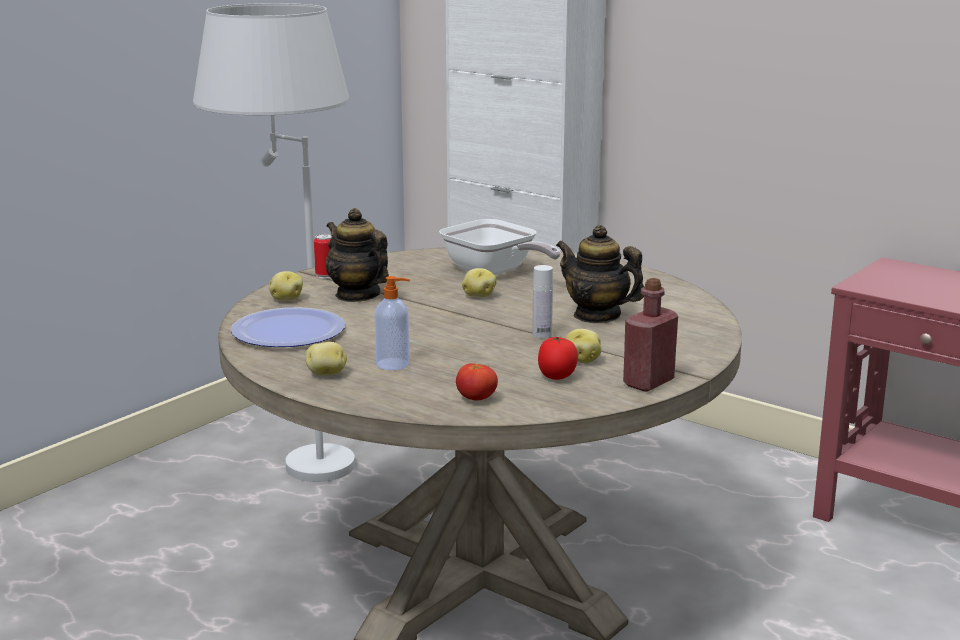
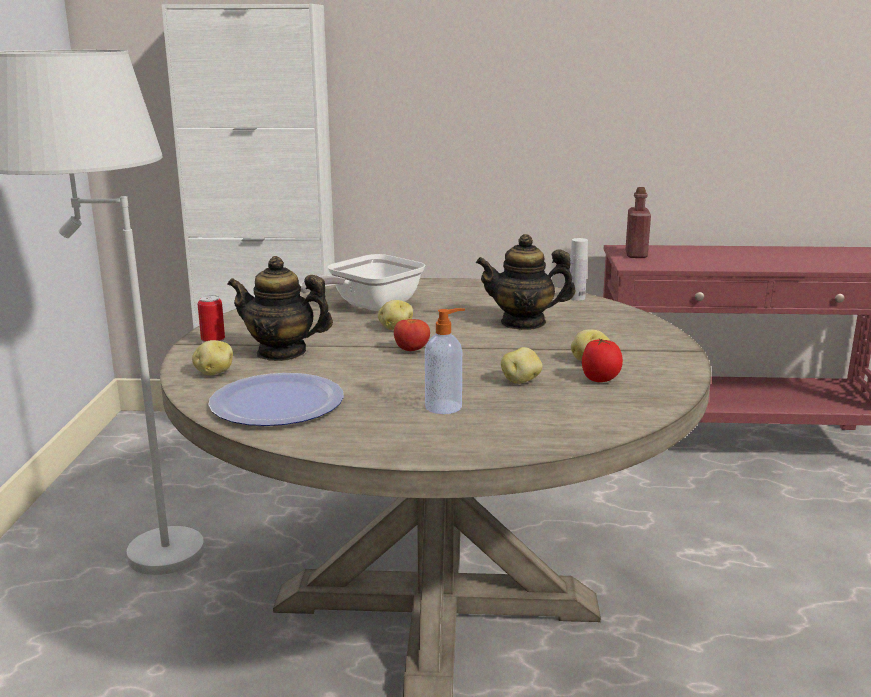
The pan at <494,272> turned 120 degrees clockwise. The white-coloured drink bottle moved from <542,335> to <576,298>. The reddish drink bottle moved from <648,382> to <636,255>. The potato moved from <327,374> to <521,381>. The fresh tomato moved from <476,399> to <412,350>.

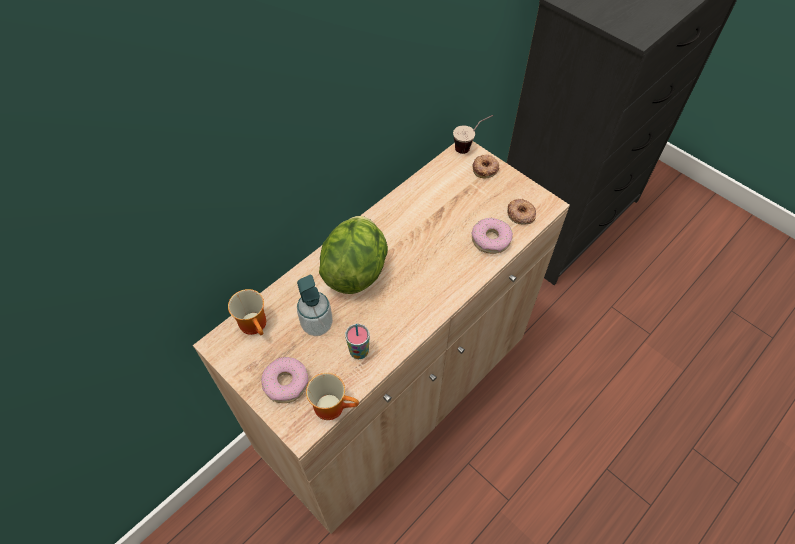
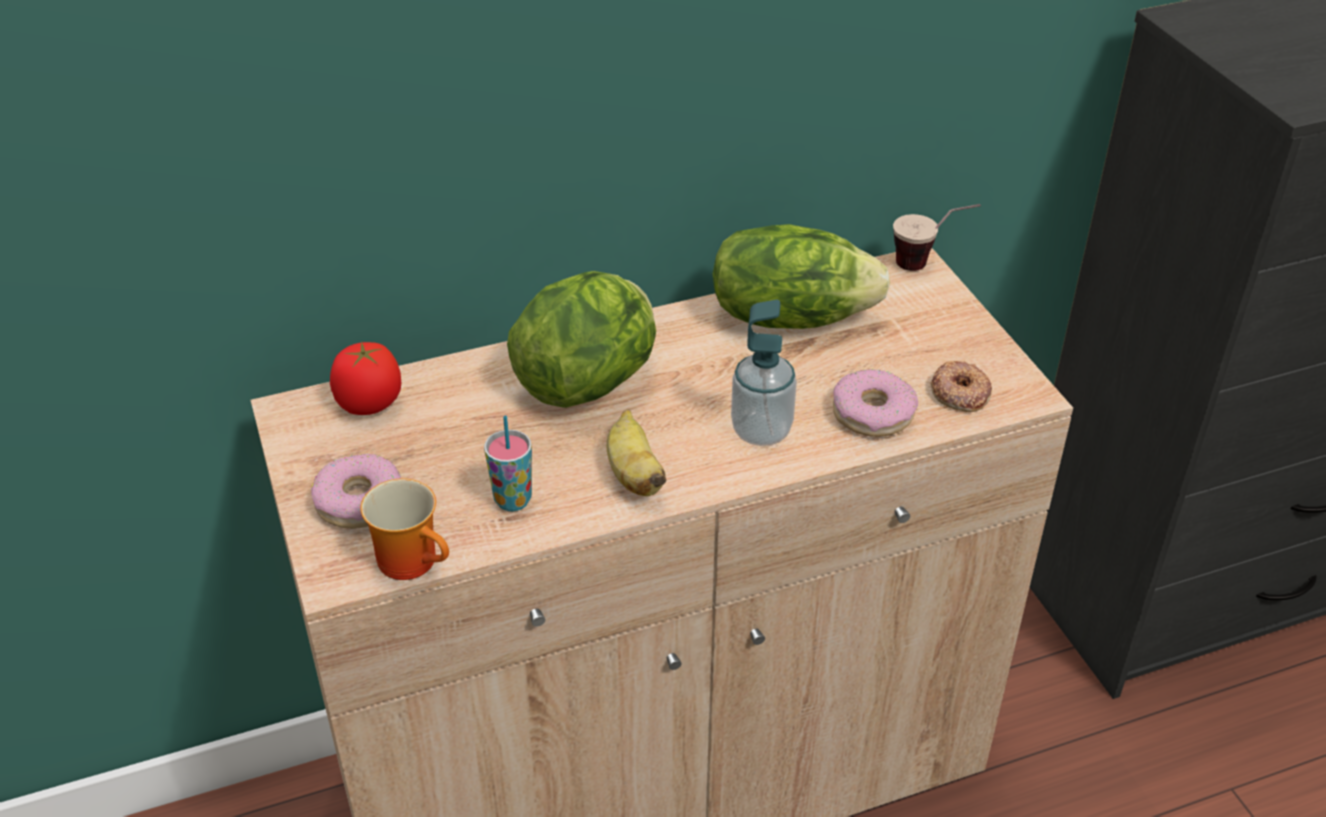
The doughnut at <485,168> disappeared. The liquid soap bottle moved from <317,325> to <761,431>. The mug at <256,324> was replaced by the fresh tomato at <369,404>. The lettuce head at <790,316> appeared. The banana at <634,474> appeared.

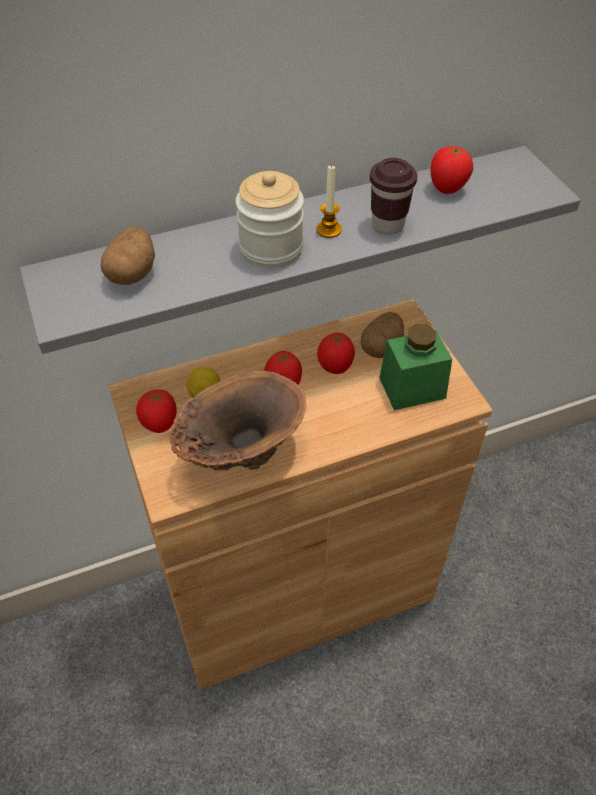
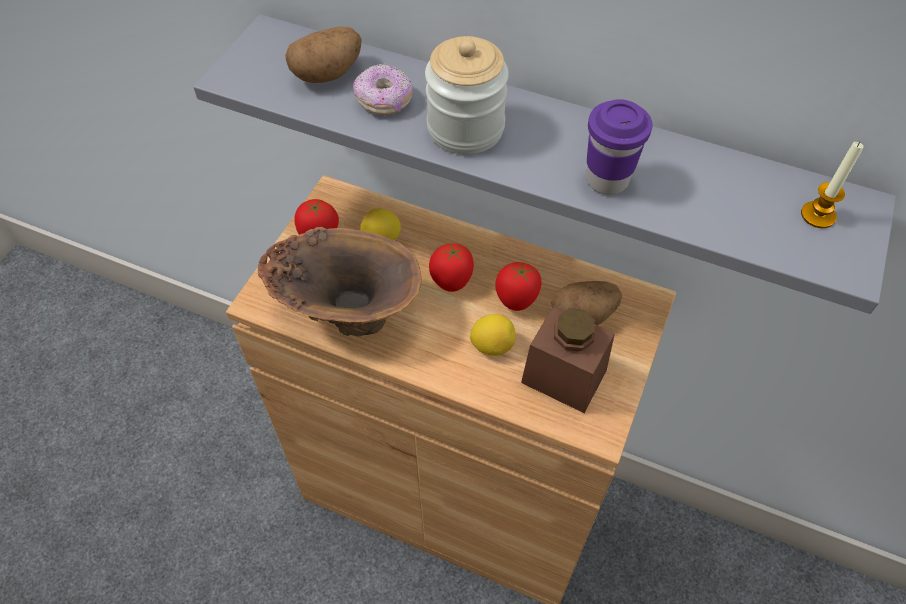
The fresh tomato at <447,189> disappeared. The brownish drinking cup at <388,225> became the purplish drinking cup at <607,180>. The candle moved from <329,230> to <818,215>. The greenish jar at <412,388> became the brownish jar at <564,376>. The doughnut at <384,100> appeared. The citrus fruit at <492,345> appeared.

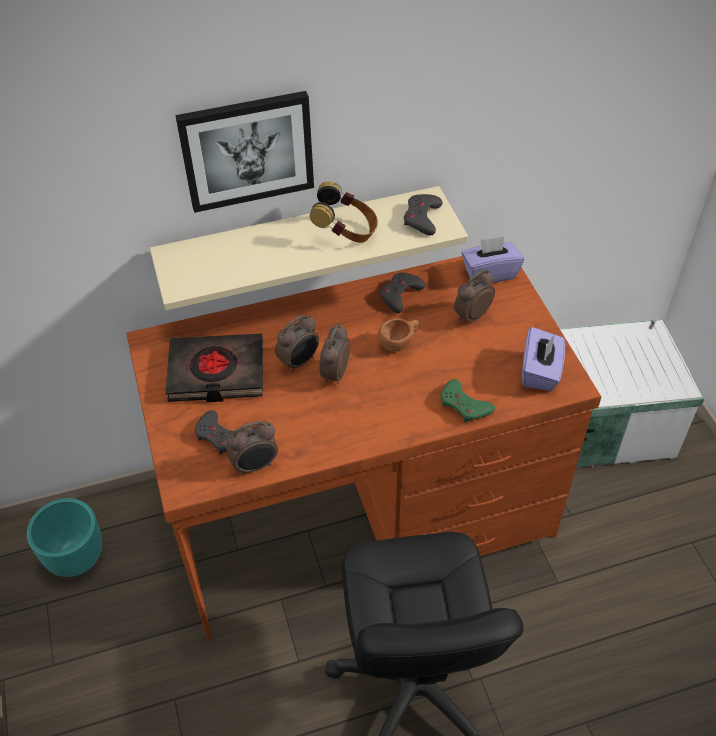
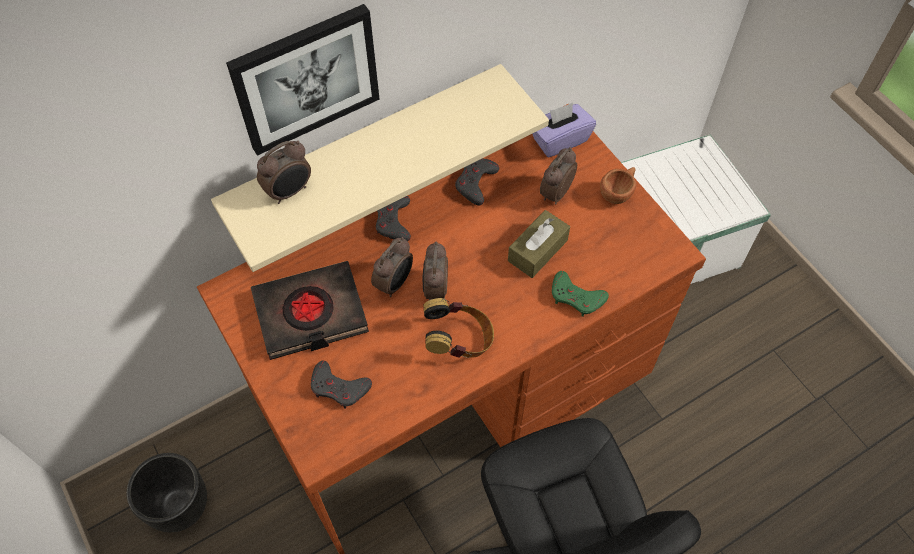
The pair of headphones moved from <346,232> to <459,341>. The grey game controller moved from <422,218> to <393,221>. The brownish drinking cup moved from <399,343> to <618,192>. The purplish tissue holder at <540,372> disappeared. The bedside clock moved from <255,466> to <290,192>. The turquoise-coloured plant pot at <76,557> became the black plant pot at <180,505>. The brownish tissue holder at <537,250> appeared.

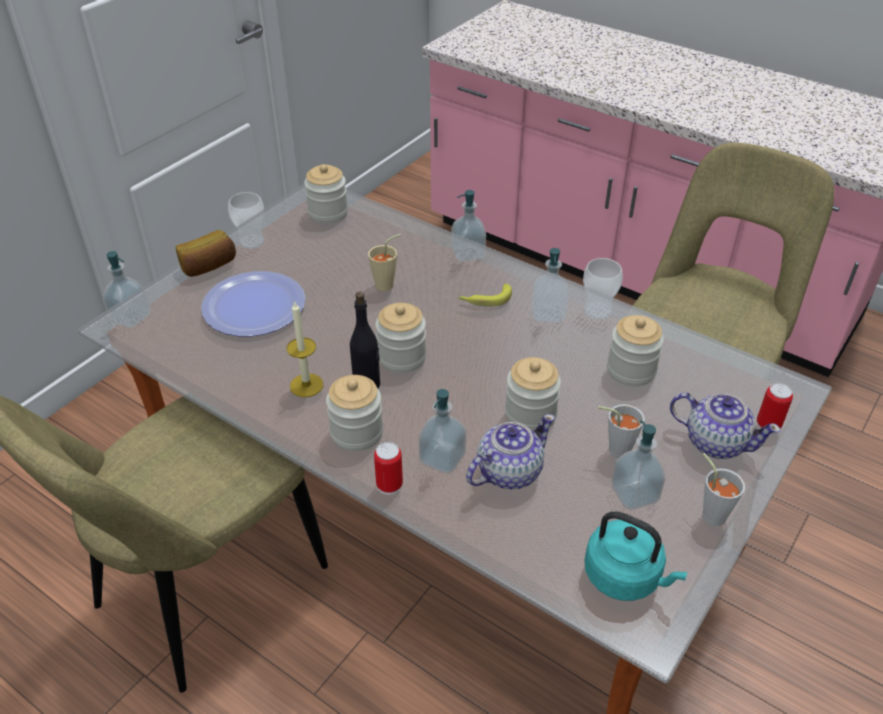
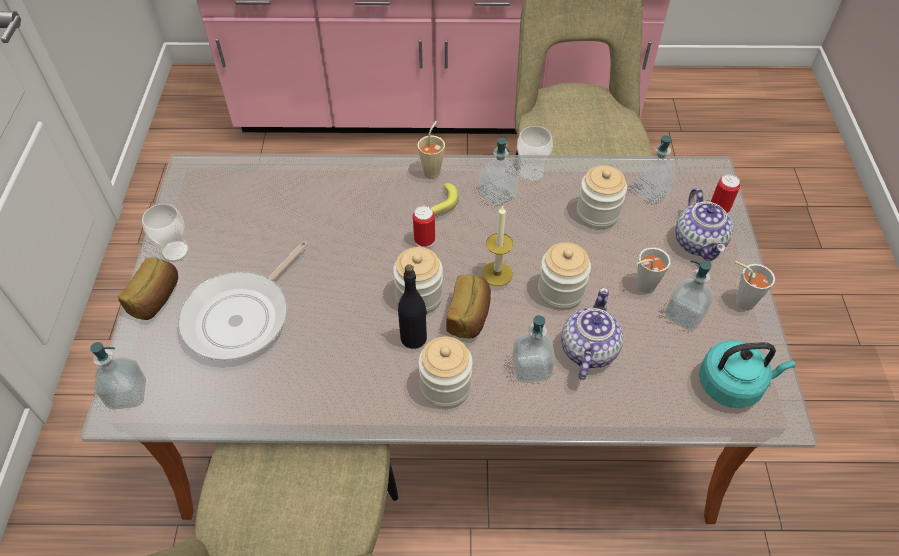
The jar at <328,213> disappeared. The liquid soap bottle moved from <468,254> to <650,192>. The beige-coloured drinking cup moved from <388,284> to <433,169>. The plate at <254,306> was replaced by the pan at <242,316>. The candle moved from <306,385> to <497,273>. The tea pot at <715,442> turned 90 degrees clockwise. The can moved from <389,485> to <424,240>. The bakery bread at <469,316> appeared.

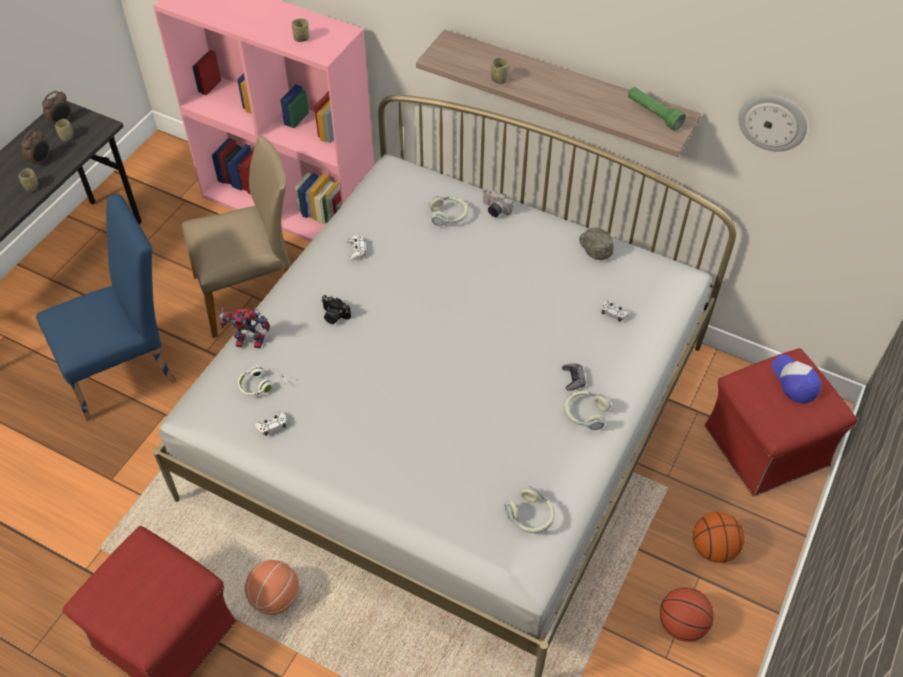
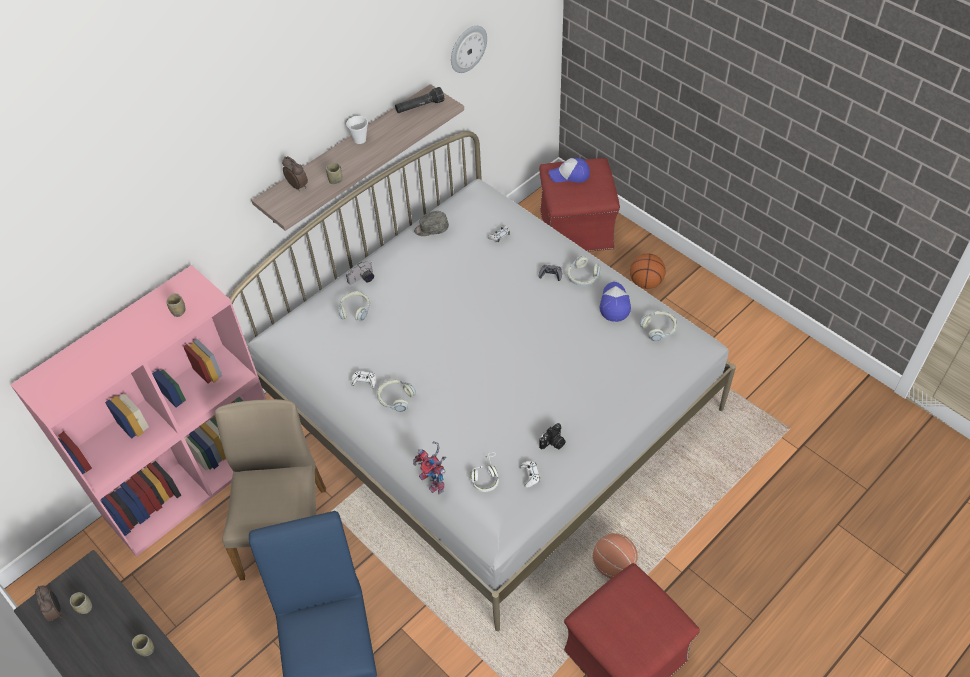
The greenish torch at <653,114> became the black torch at <419,107>. The bedside clock moved from <41,161> to <298,185>. The still camera moved from <334,316> to <553,443>. The toy robot at <246,342> turned 60 degrees counterclockwise. The basketball ball at <682,624> disappeared. The drinking cup at <359,139> appeared. The peaked cap at <614,304> appeared. The pair of headphones at <396,398> appeared.

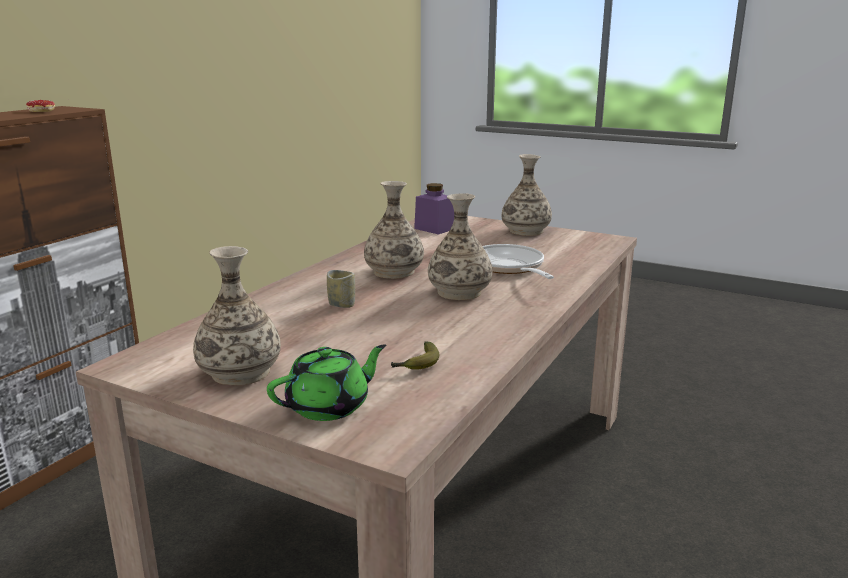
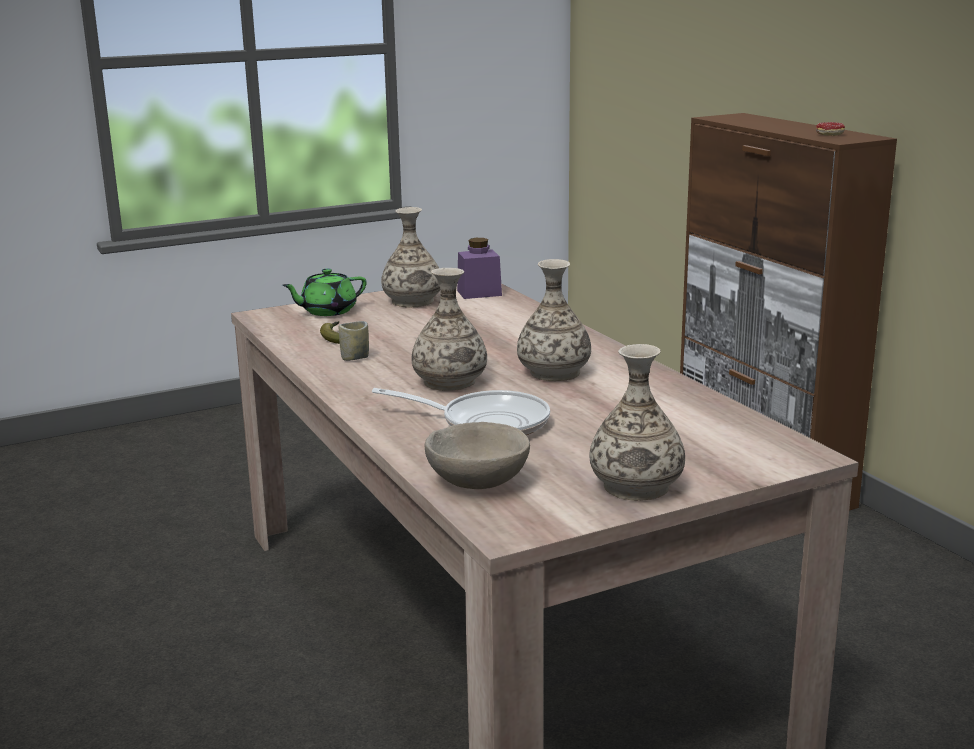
The purplish jar moved from <434,229> to <479,293>. The drinking cup moved from <341,305> to <355,358>. The greenish tea pot at <329,406> turned 60 degrees clockwise. The beige-coloured deep dish at <479,482> appeared.

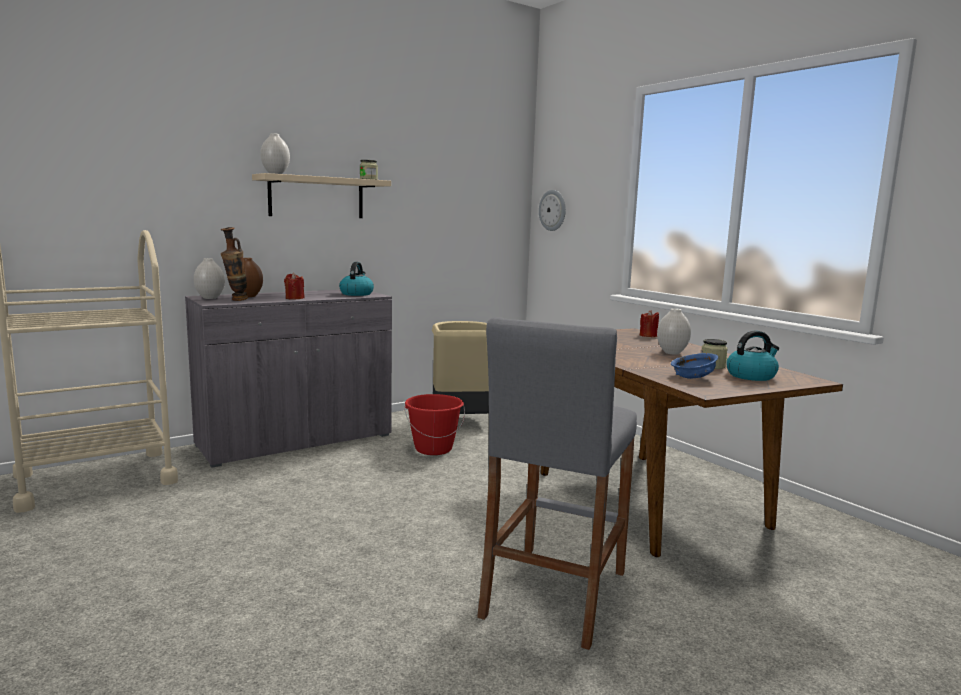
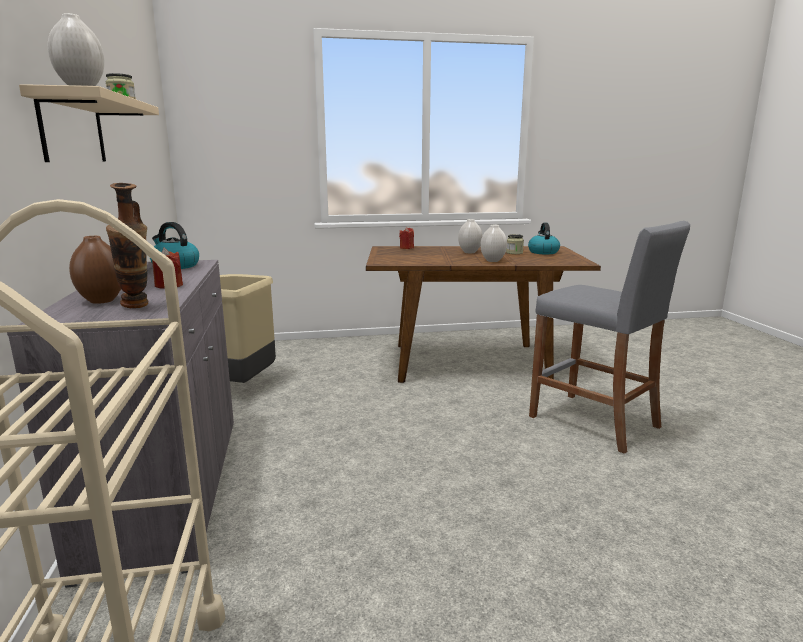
The wall clock at <553,210> disappeared. The white-coloured decorative vase moved from <210,298> to <493,261>. The bluish deep dish at <693,377> disappeared. The reddish bucket at <433,449> disappeared.

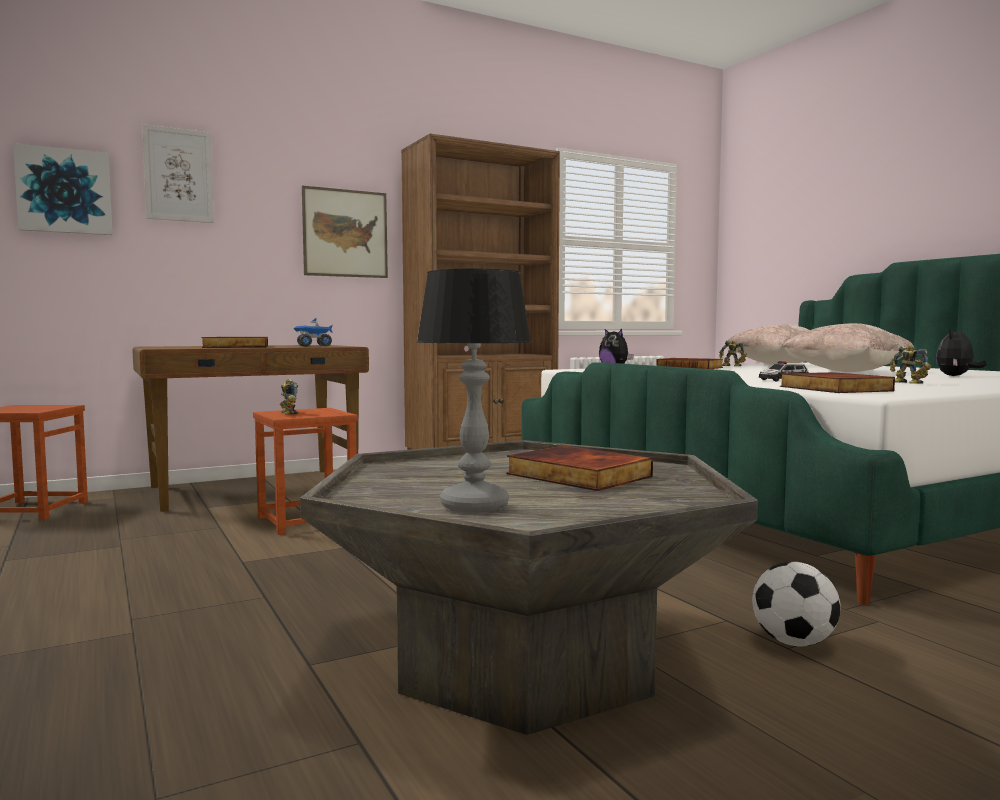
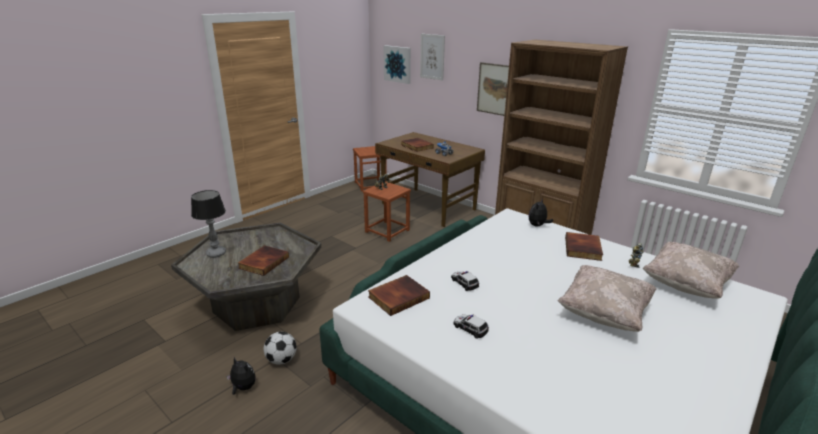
The cuddly toy moved from <956,376> to <243,388>. The toy robot at <907,383> was replaced by the model car at <470,328>.

